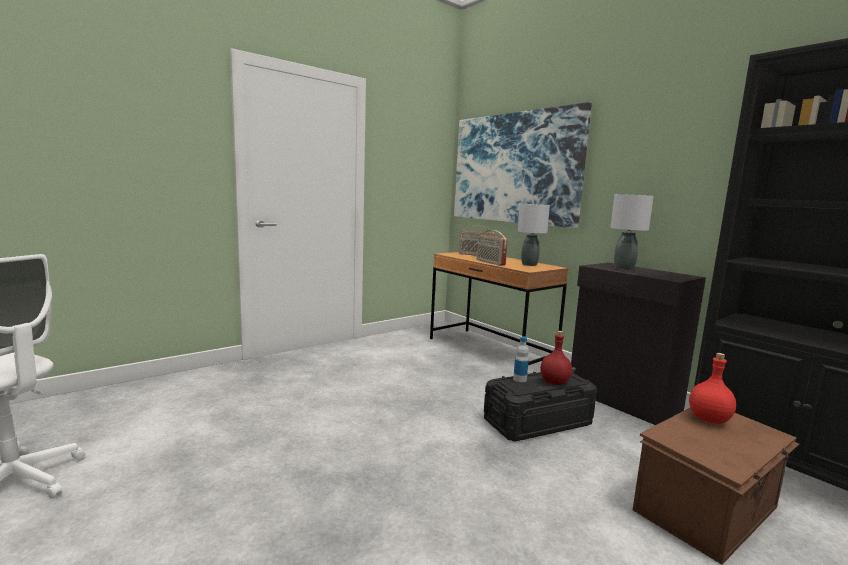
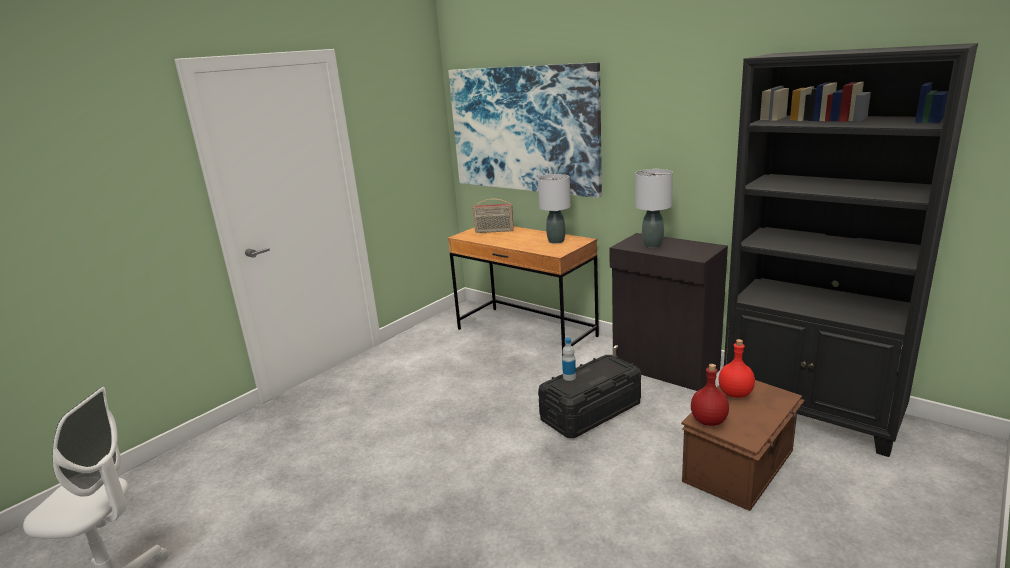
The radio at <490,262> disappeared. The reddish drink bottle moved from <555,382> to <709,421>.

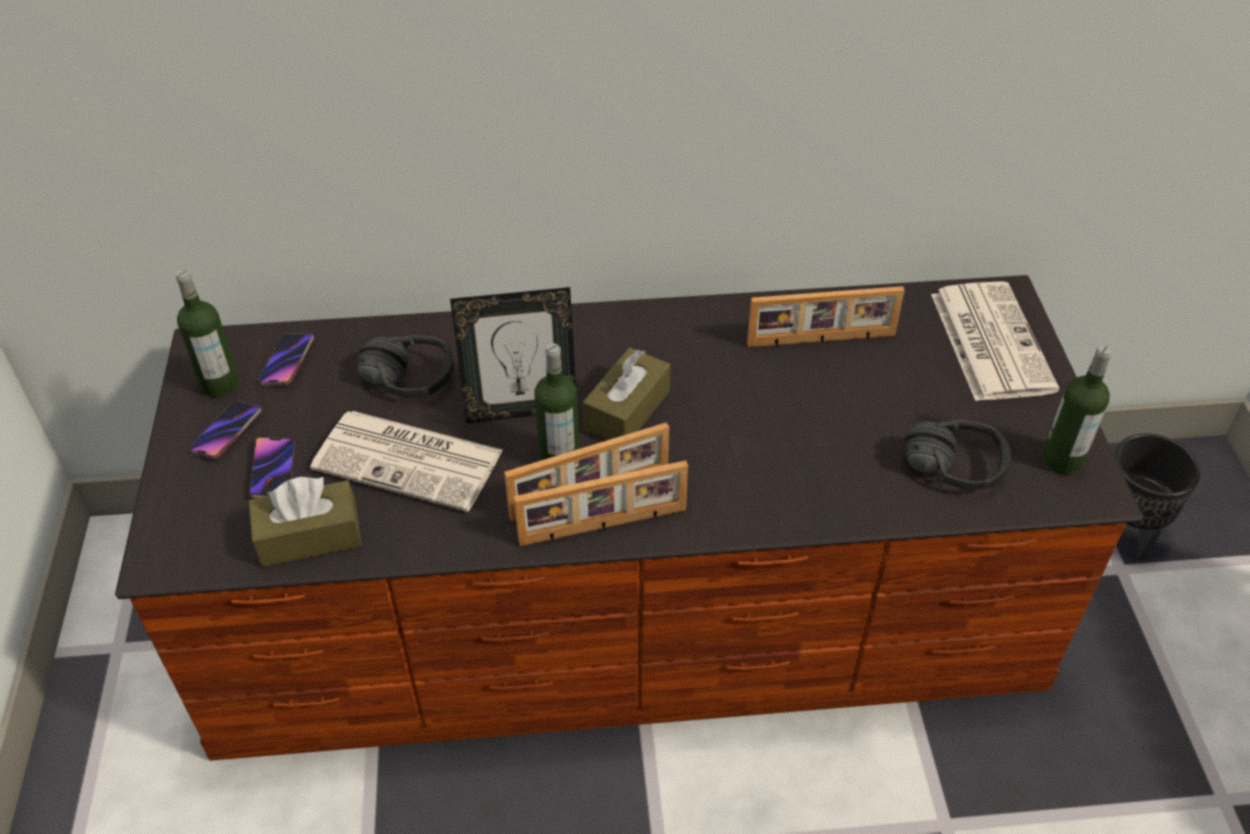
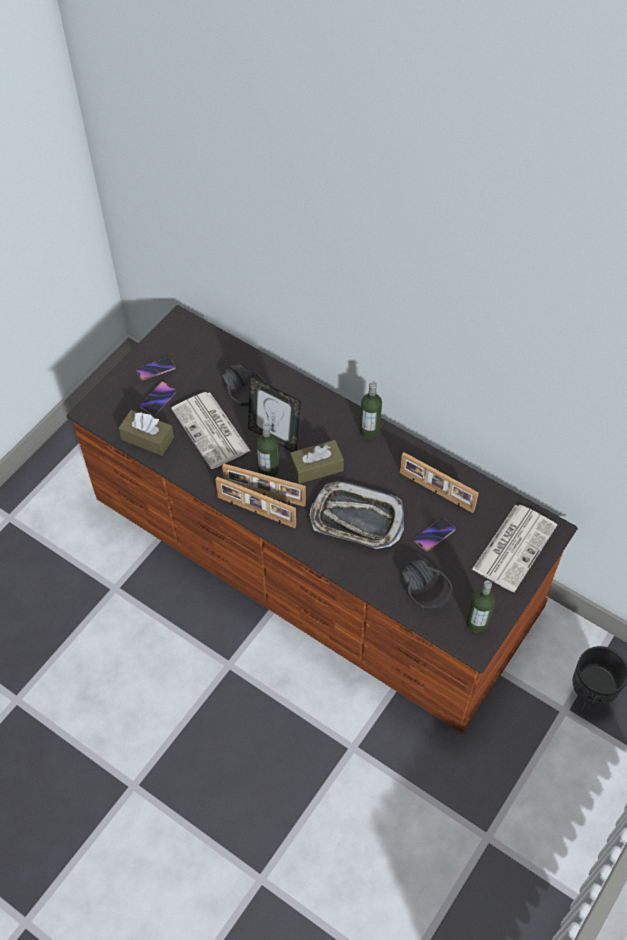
The drink bottle moved from <220,384> to <369,430>. The phone moved from <287,362> to <434,536>. The serving tray at <356,519> appeared.

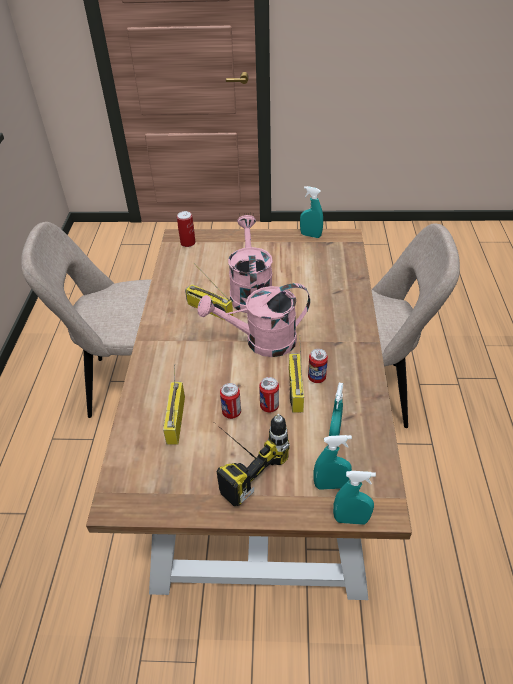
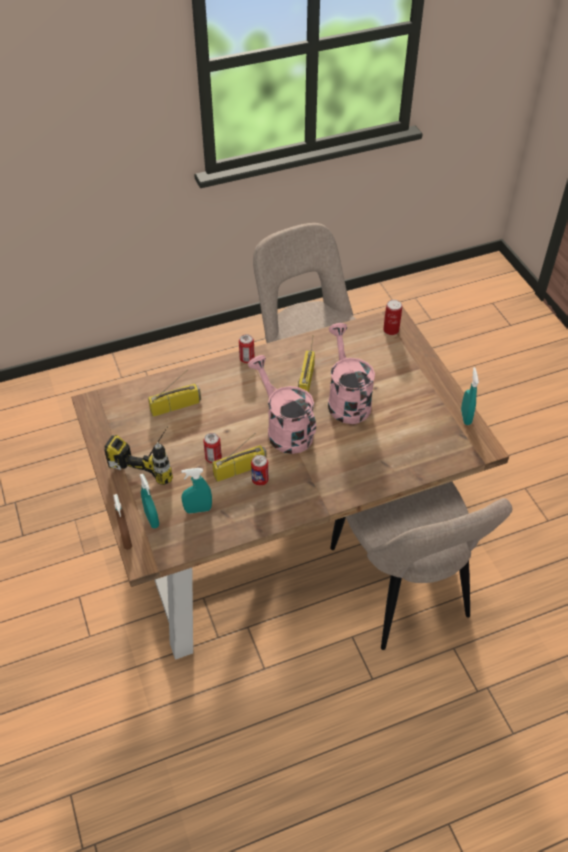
The pink watering can at <250,292> turned 75 degrees counterclockwise. The can moved from <231,412> to <247,359>. The turquoise-coloured spray bottle at <351,519> became the brownish spray bottle at <126,540>.

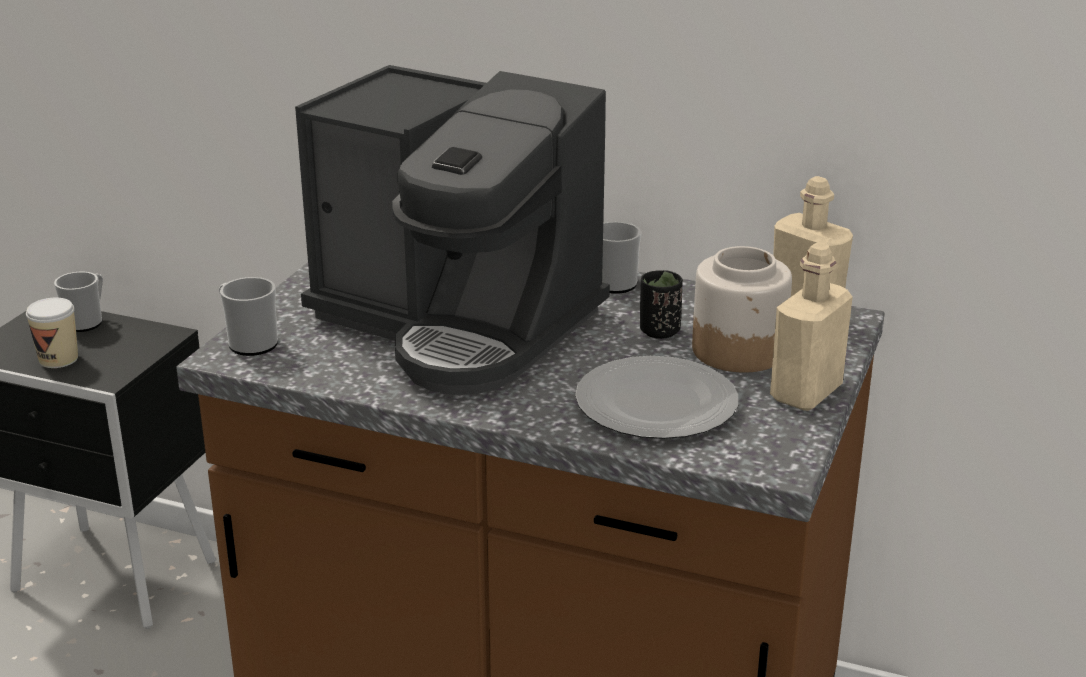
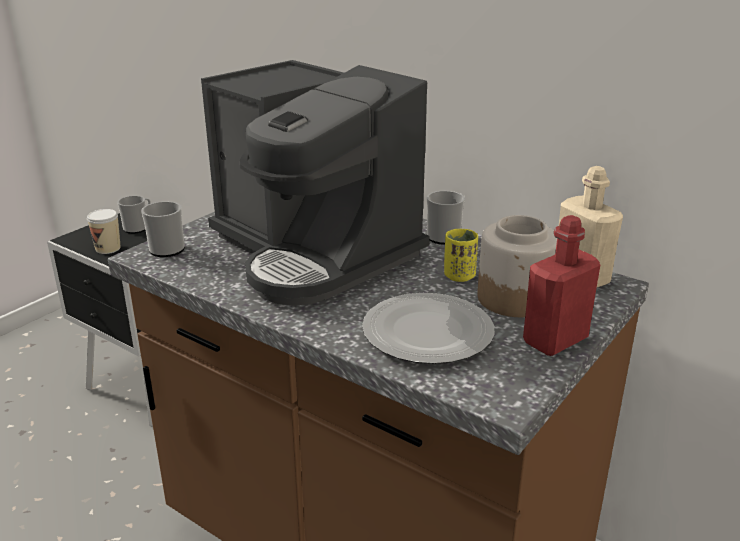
The beige-coloured drink bottle at <806,393> became the reddish drink bottle at <555,340>. The black drinking cup at <659,331> became the yellow drinking cup at <459,276>.

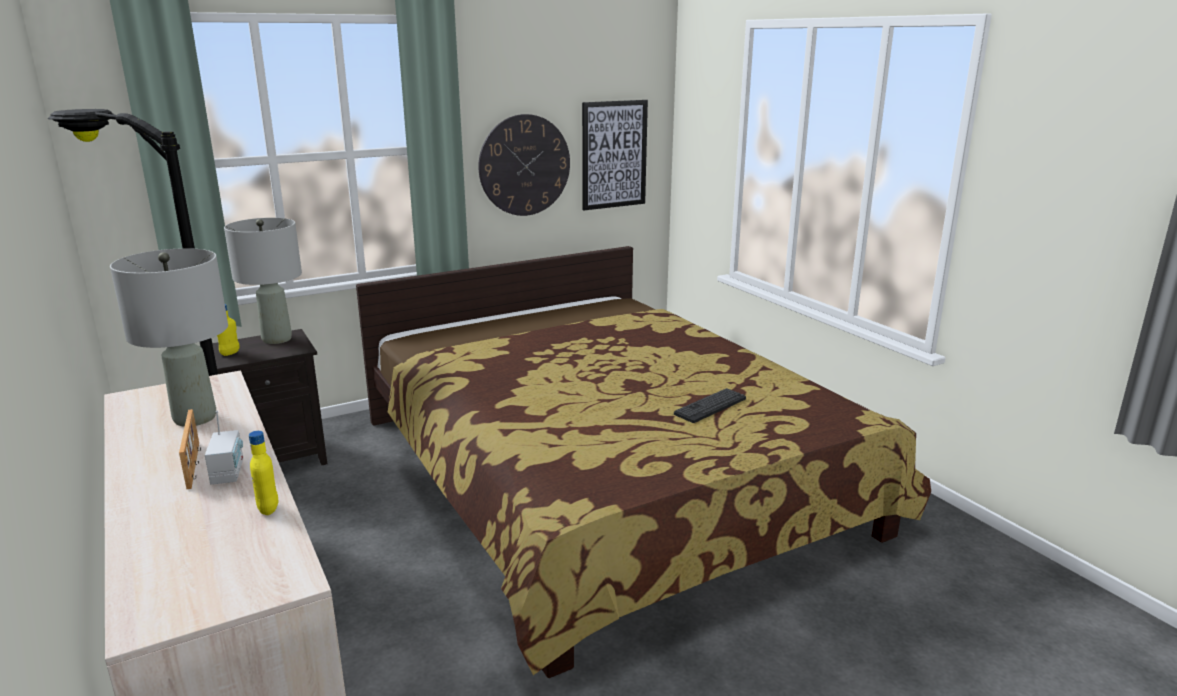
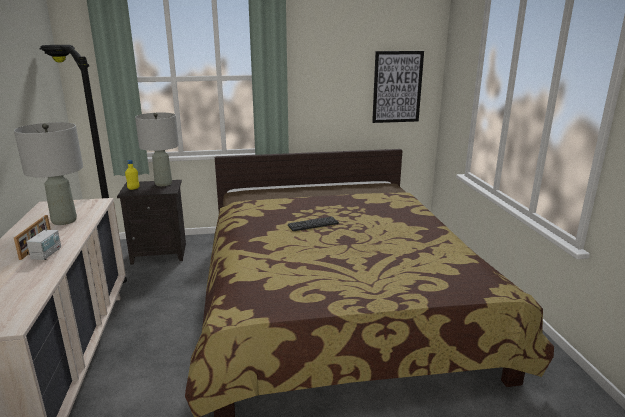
The wall clock at <524,165> disappeared. The computer keyboard moved from <710,406> to <313,224>. The yellow drink bottle at <268,508> disappeared.

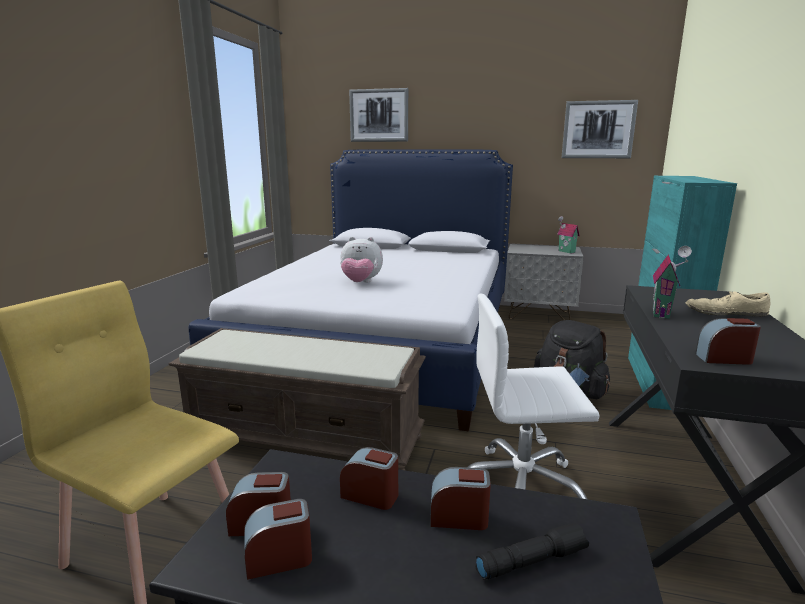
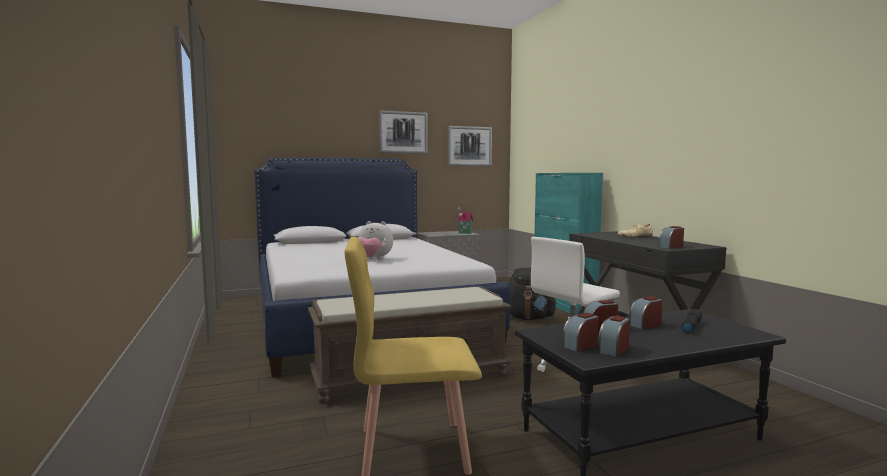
The wall art moved from <379,115> to <403,132>. The cuddly toy at <361,283> turned 45 degrees clockwise. The model house at <663,314> disappeared.

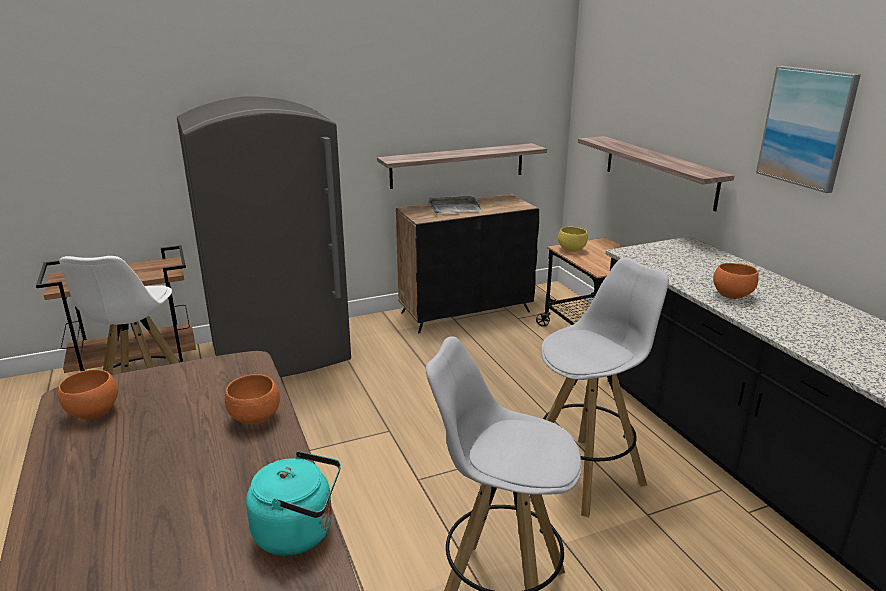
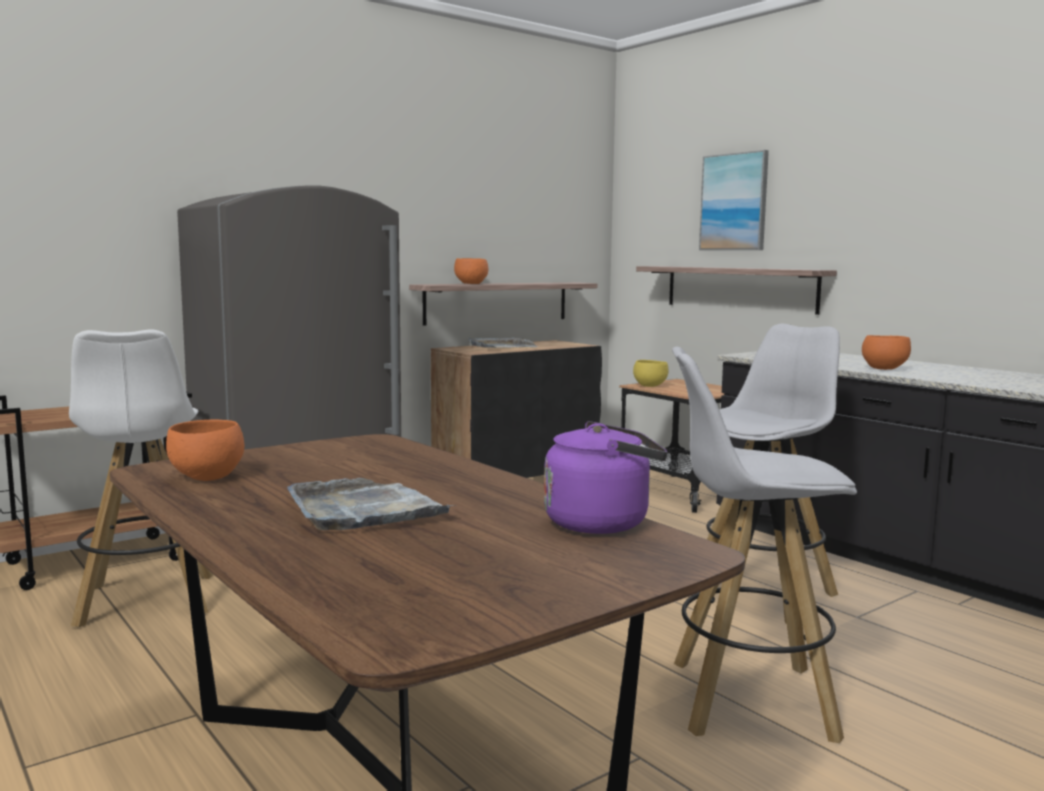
The wall art moved from <806,127> to <734,202>. The orangey deep dish moved from <256,418> to <472,284>. The turquoise-coloured tea kettle at <299,532> became the purplish tea kettle at <603,522>. The grey serving tray at <364,510> appeared.

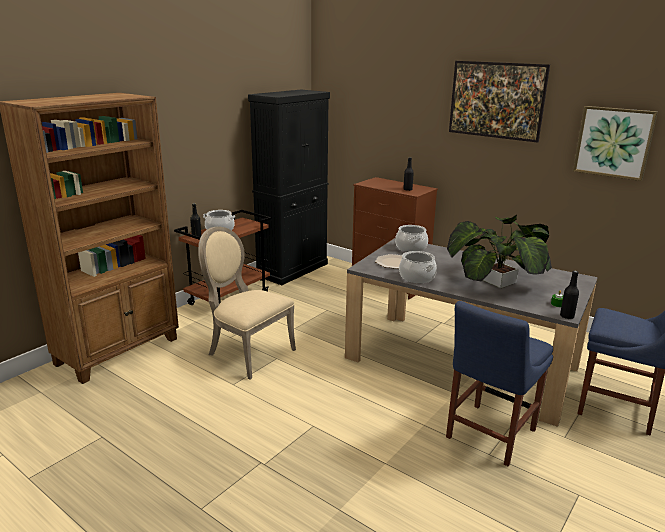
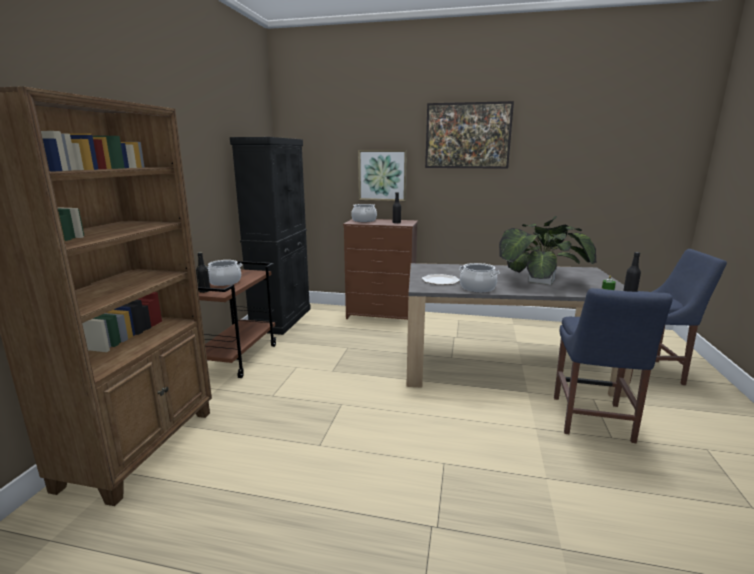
The wall art moved from <613,142> to <382,175>. The saucepot moved from <411,248> to <364,220>. The beige-coloured chair at <247,352> disappeared.

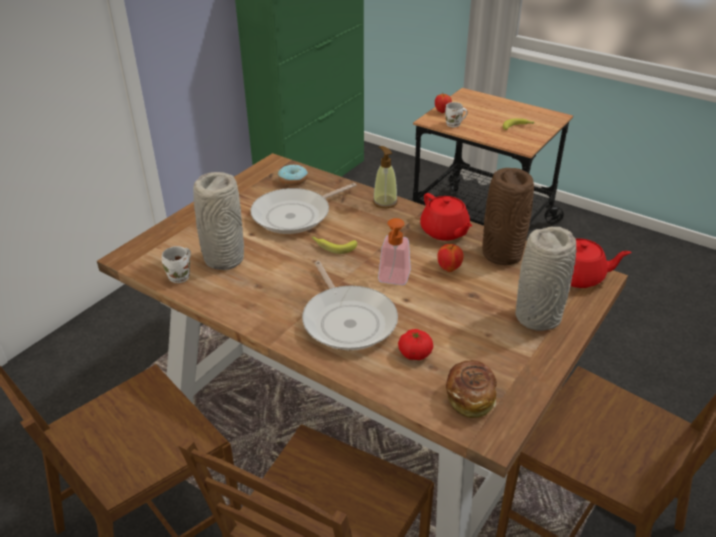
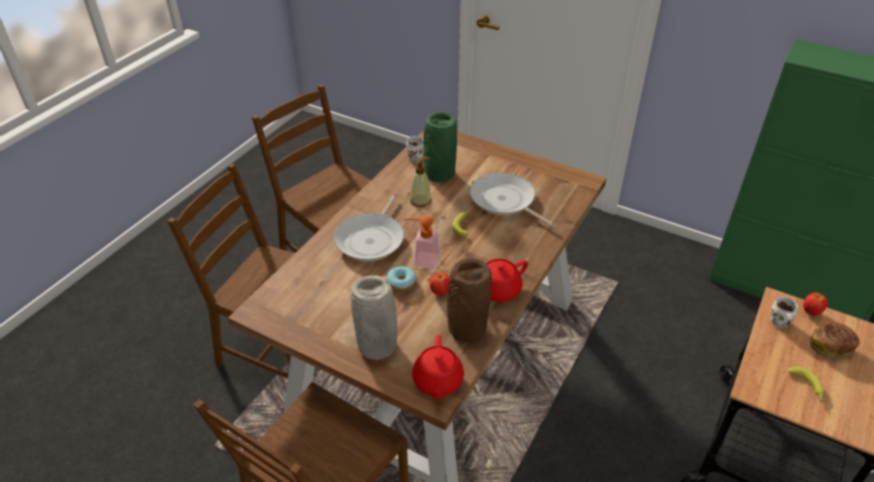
The liquid soap bottle moved from <385,202> to <420,200>. The doughnut moved from <293,180> to <401,283>. The grey decorative vase at <223,259> became the greenish decorative vase at <439,173>. The pan at <348,320> turned 45 degrees counterclockwise. The fresh tomato at <415,353> disappeared. The bakery bread moved from <470,398> to <830,347>.

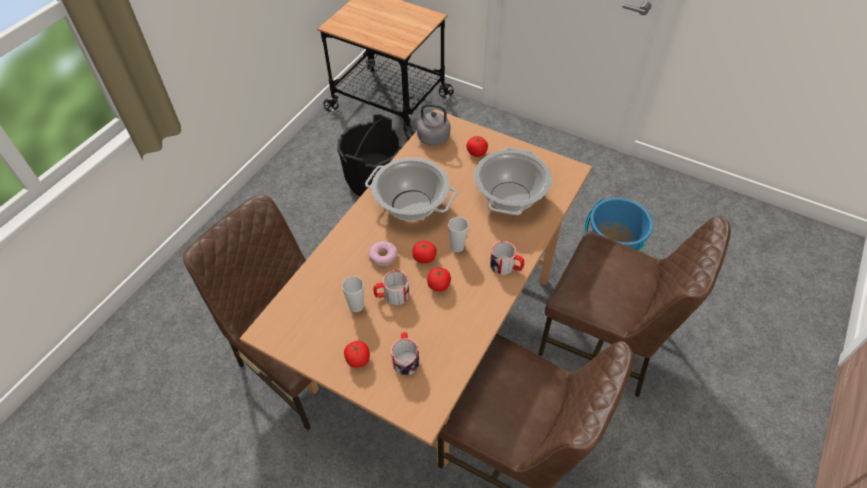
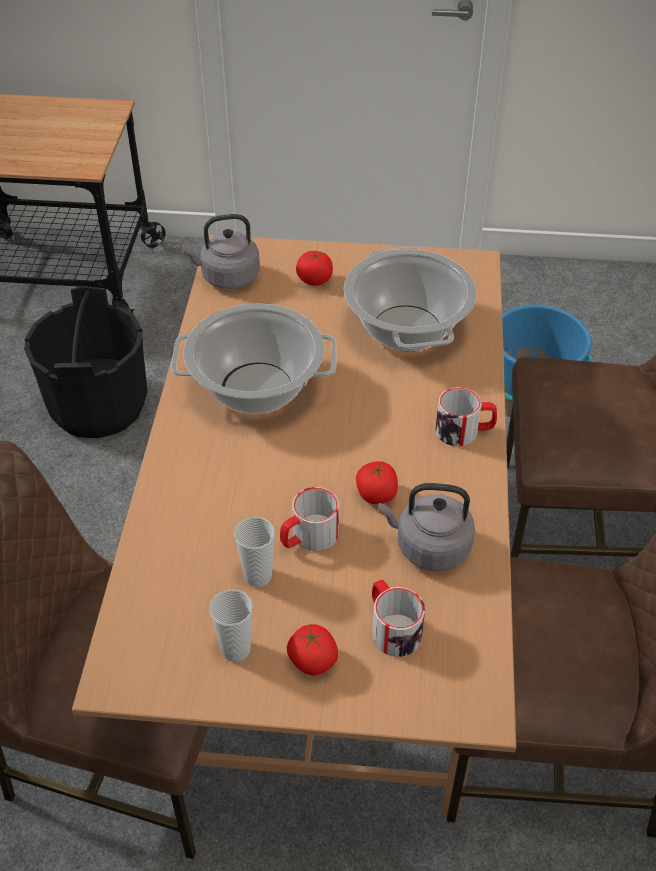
The drinking cup moved from <457,247> to <236,649>. The doughnut at <383,256> disappeared. The fresh tomato at <424,258> disappeared. The grey tea kettle at <428,547> appeared.

